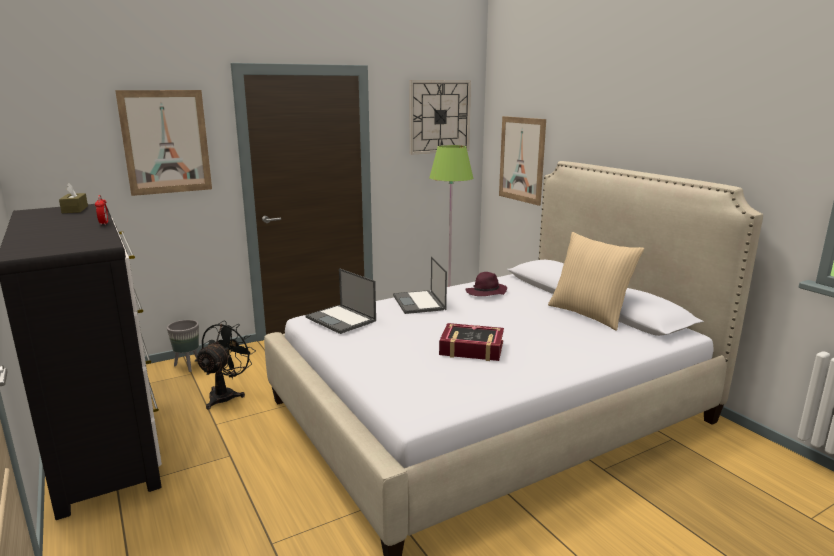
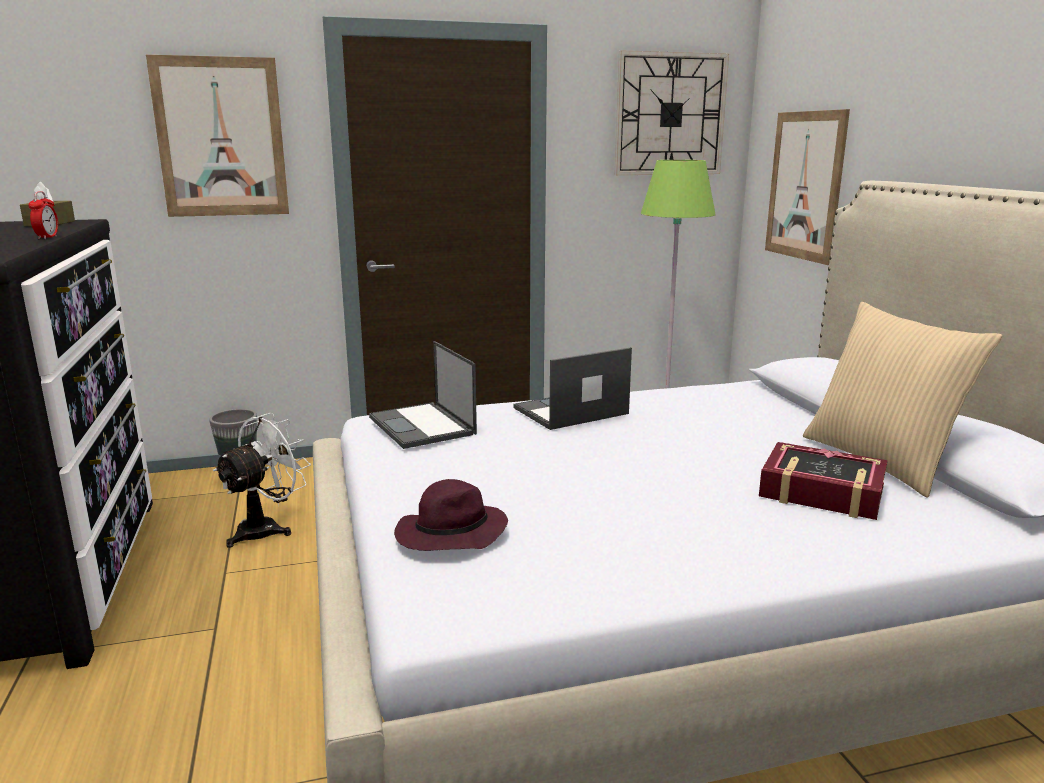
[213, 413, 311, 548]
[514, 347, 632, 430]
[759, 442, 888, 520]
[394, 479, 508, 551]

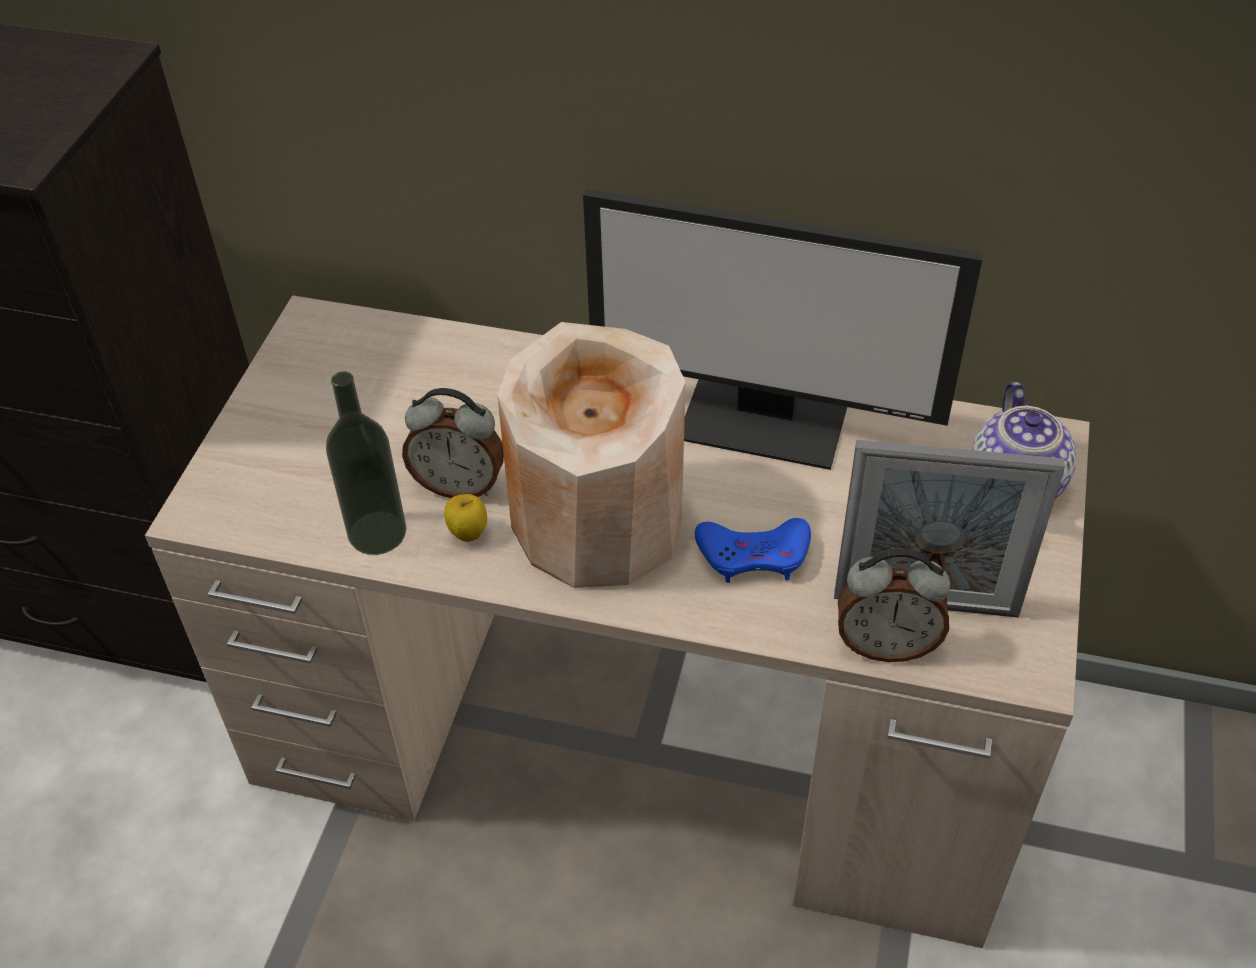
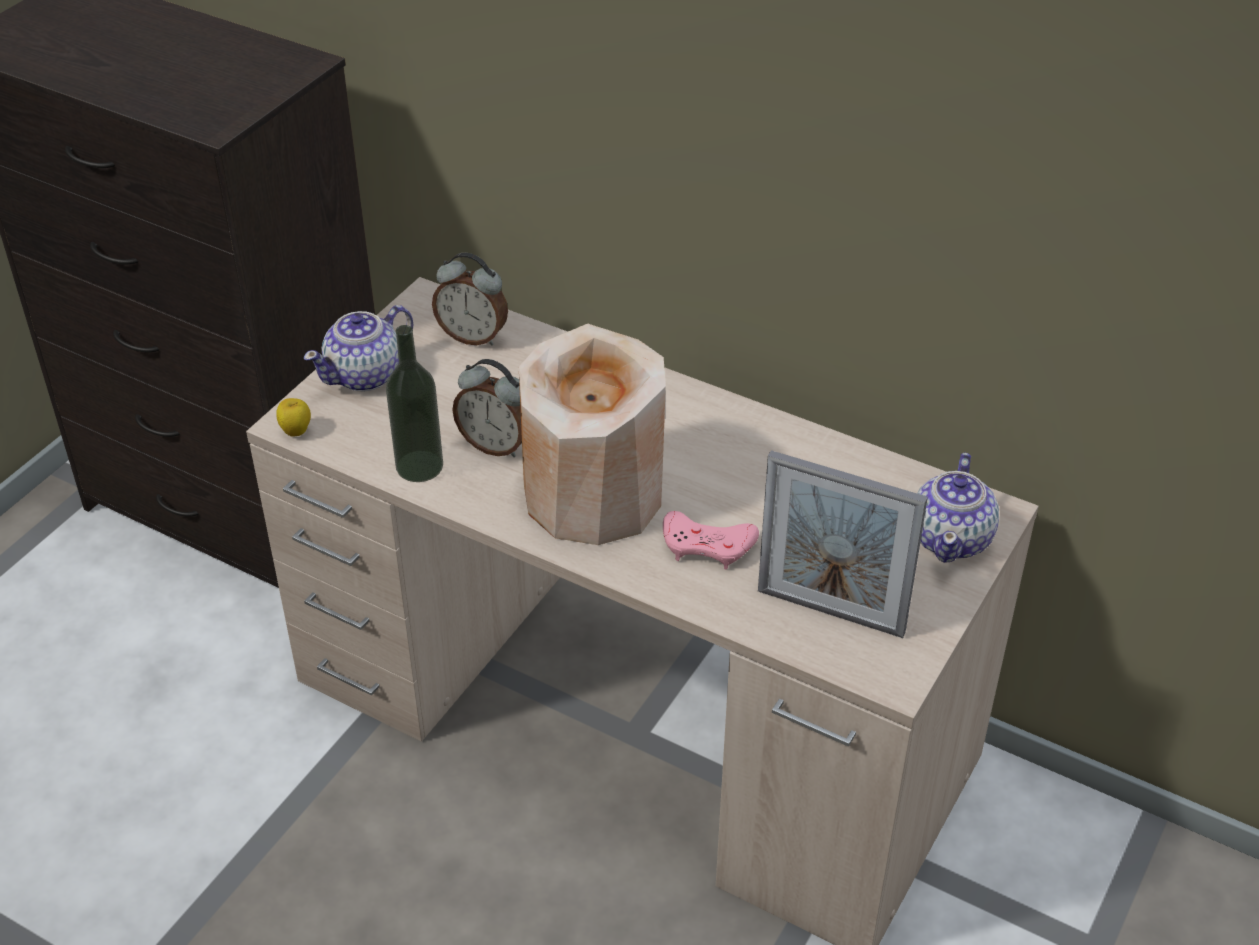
[276, 398, 311, 437]
[583, 189, 984, 470] (first image)
[663, 511, 759, 569]
[432, 253, 508, 346]
[304, 305, 413, 392]

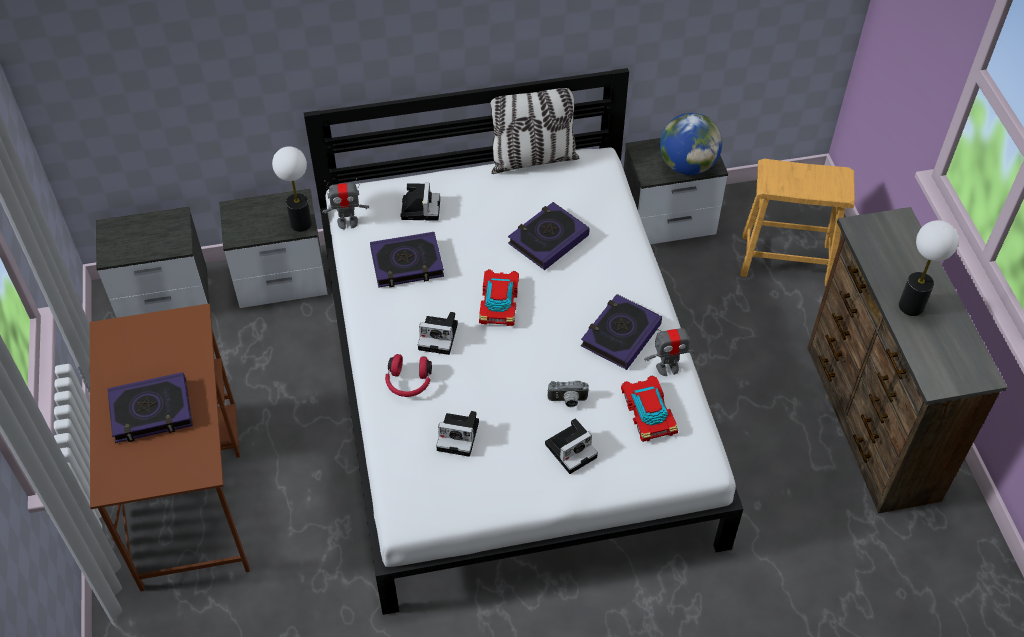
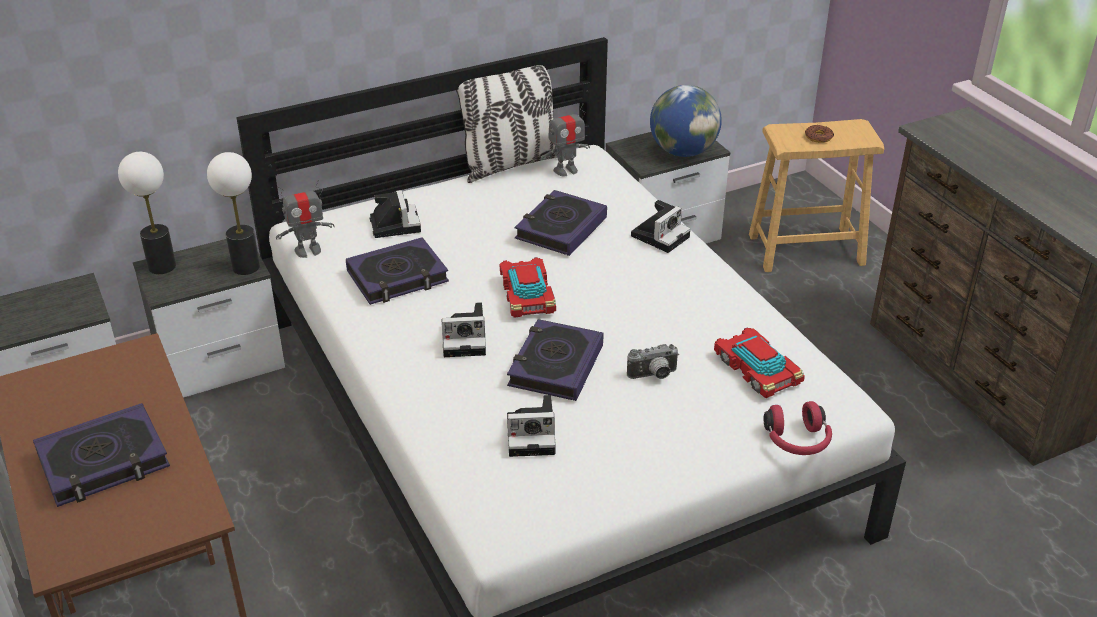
[764, 401, 832, 455]
[631, 200, 691, 253]
[507, 319, 603, 401]
[541, 103, 590, 176]
[118, 152, 176, 274]
[805, 125, 834, 143]

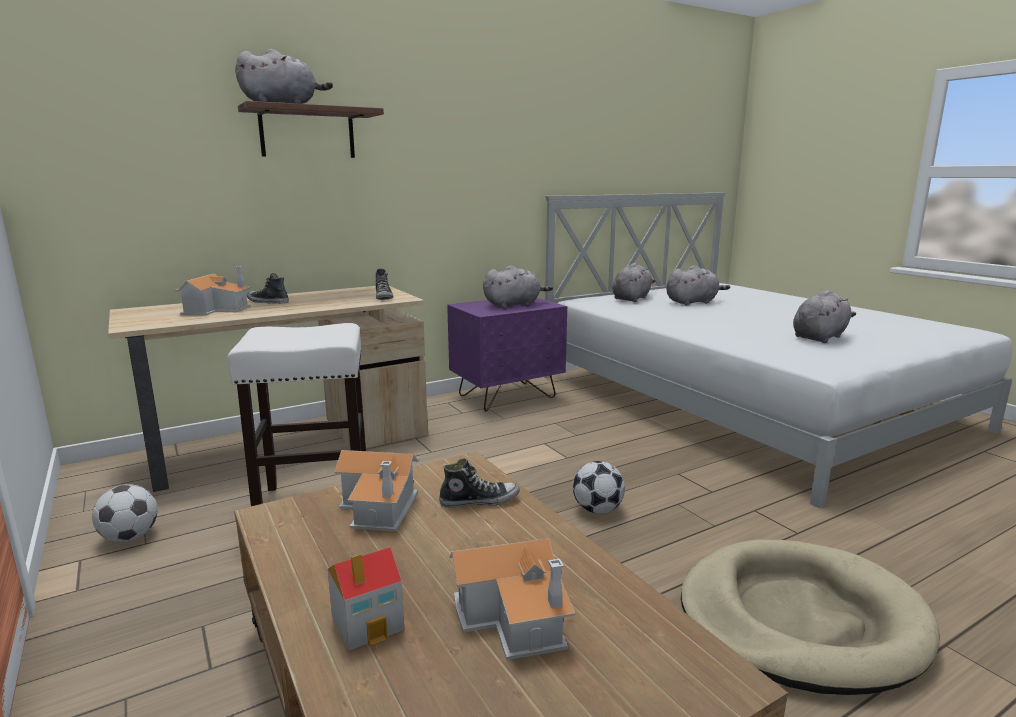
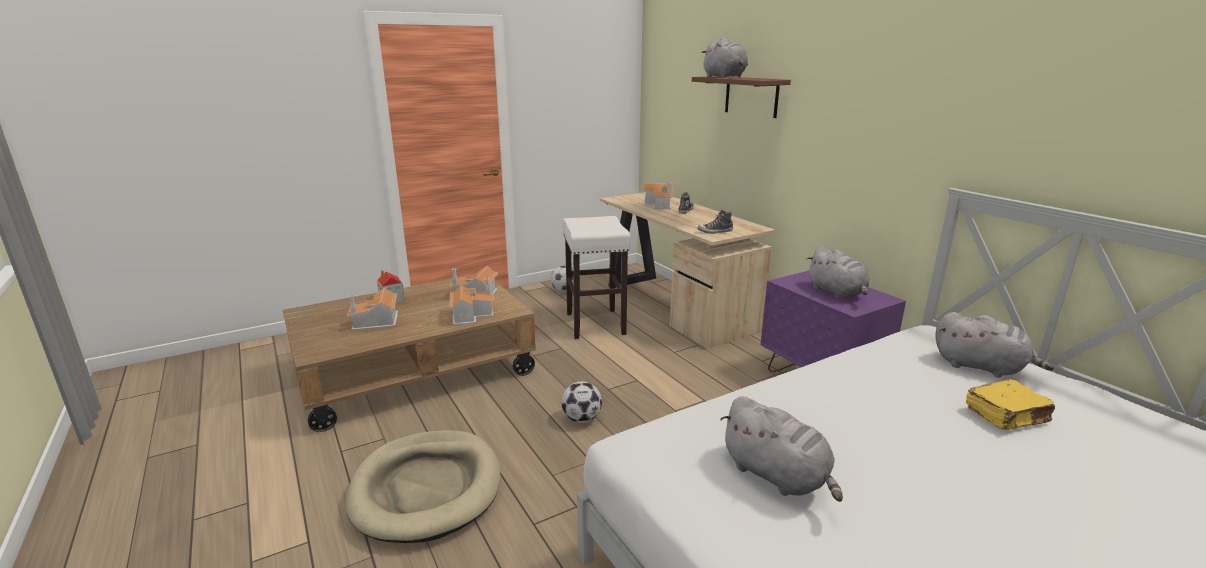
[450, 278, 494, 325]
[966, 379, 1055, 430]

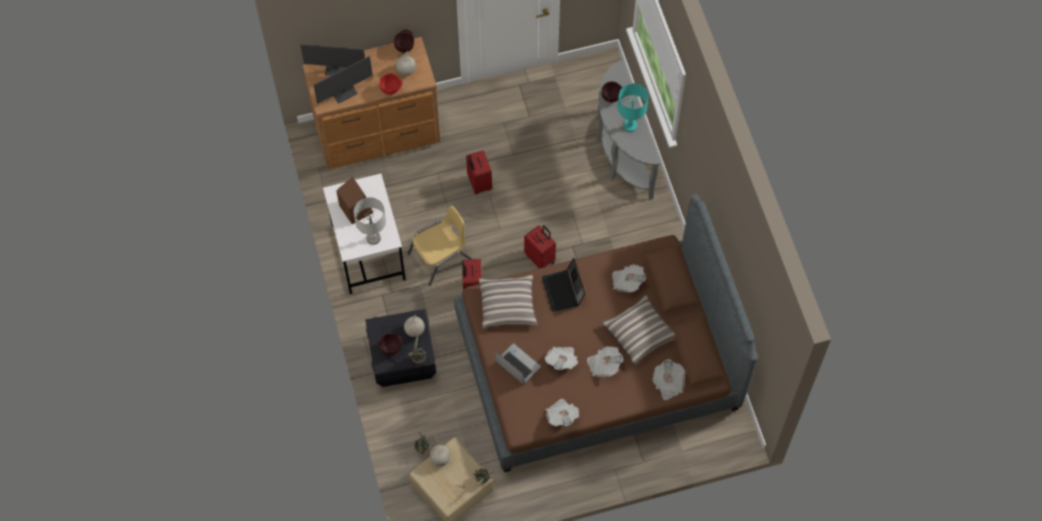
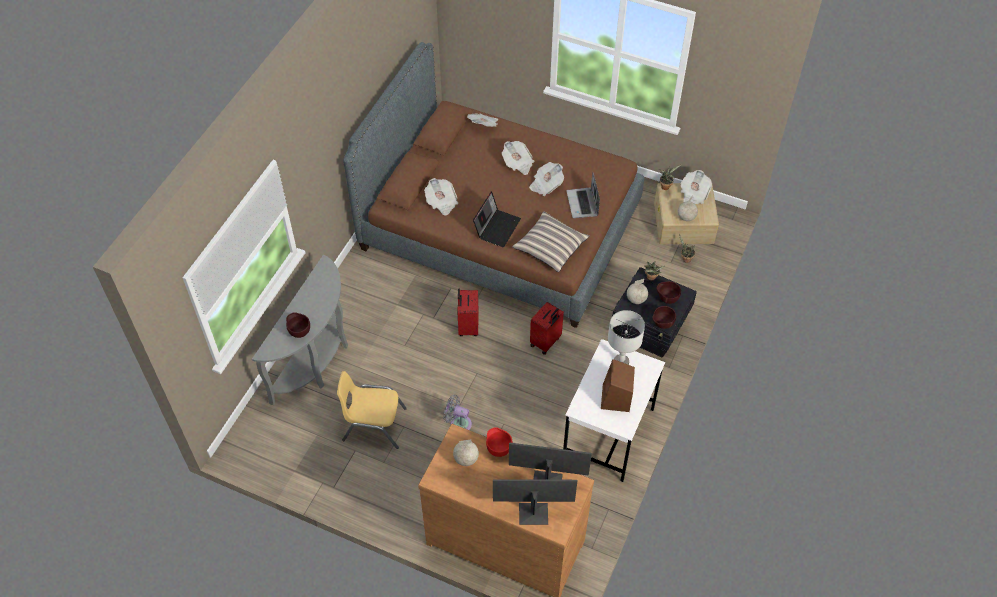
[493, 479, 577, 525]
[652, 306, 676, 329]
[337, 371, 407, 449]
[443, 395, 472, 430]
[680, 170, 712, 204]
[602, 295, 675, 365] (first image)
[618, 84, 649, 132] (first image)

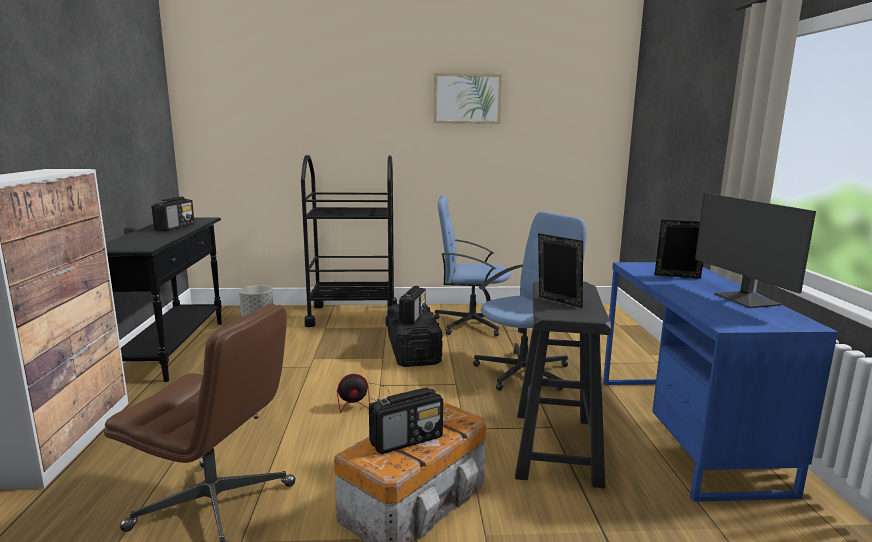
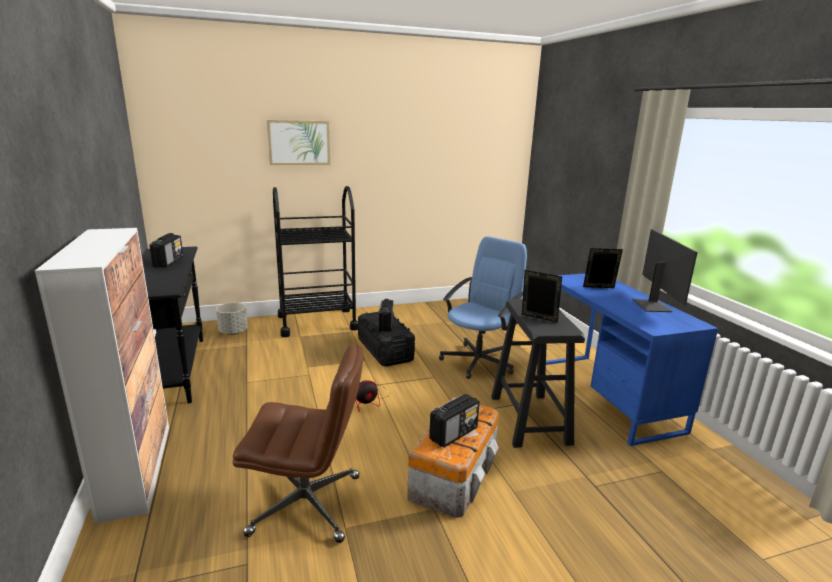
[267, 120, 330, 165]
[434, 195, 511, 336] (first image)
[633, 229, 698, 312]

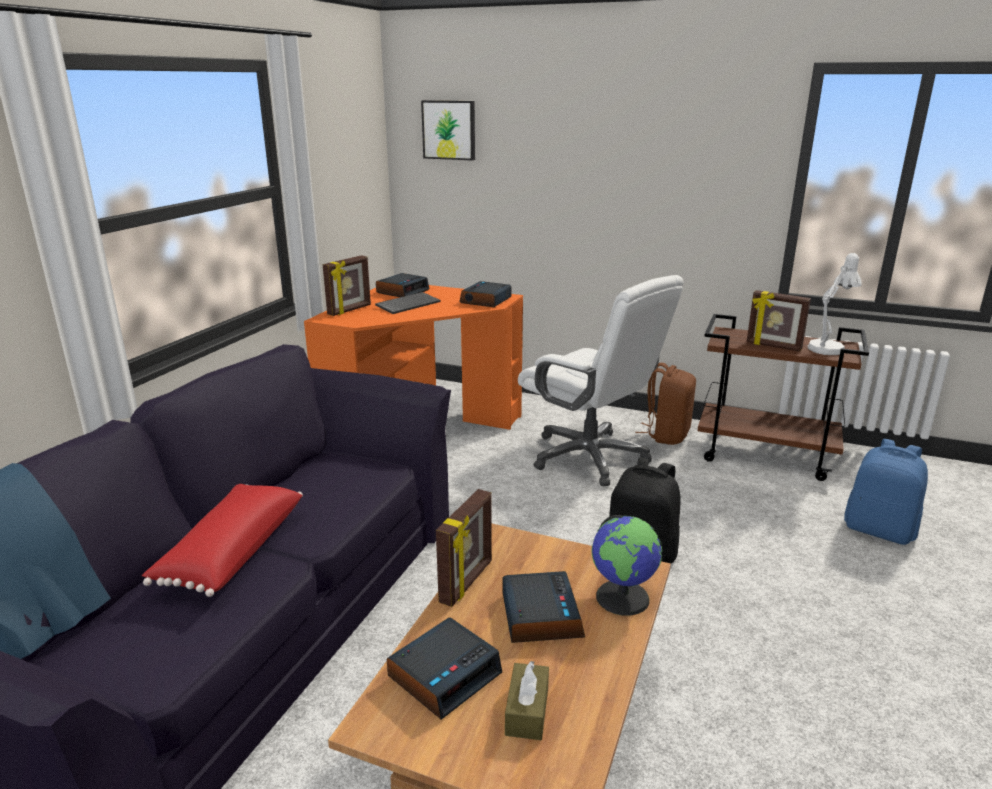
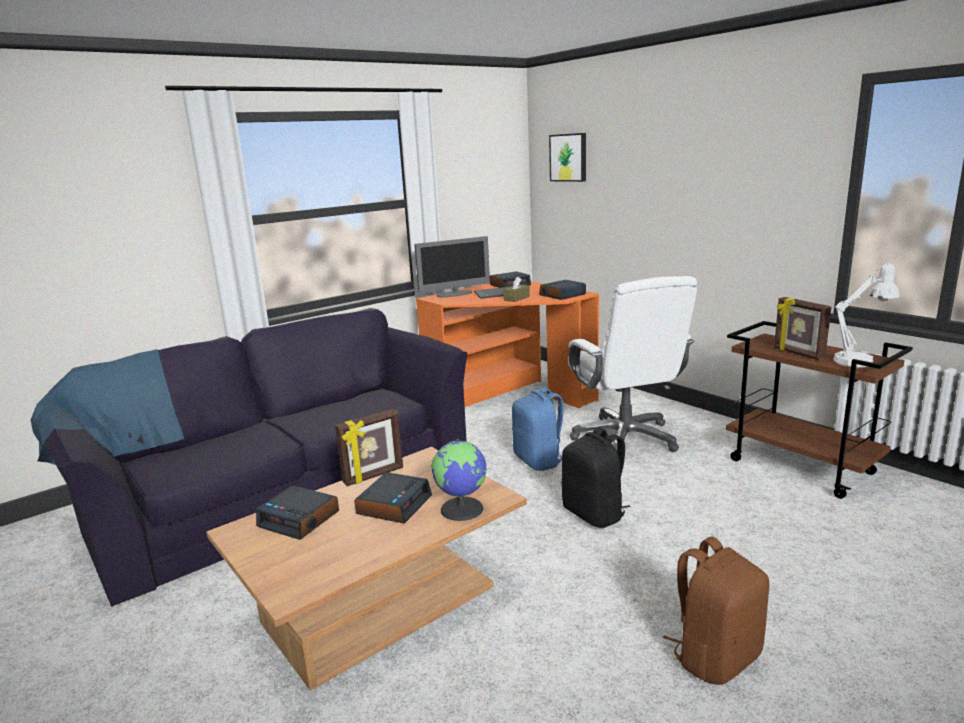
[142, 484, 303, 597] (first image)
[414, 236, 490, 297]
[256, 485, 339, 540]
[503, 277, 530, 302]
[663, 537, 770, 685]
[512, 387, 564, 471]

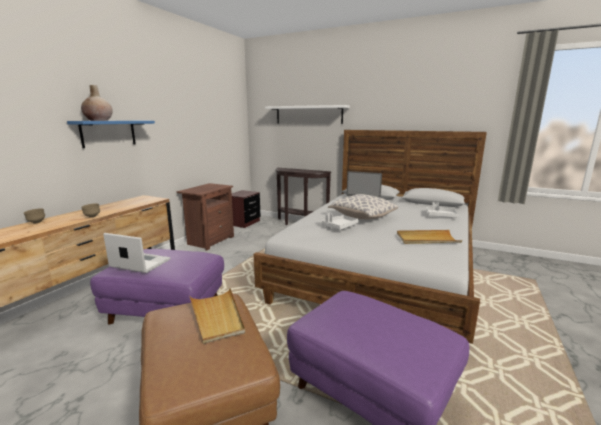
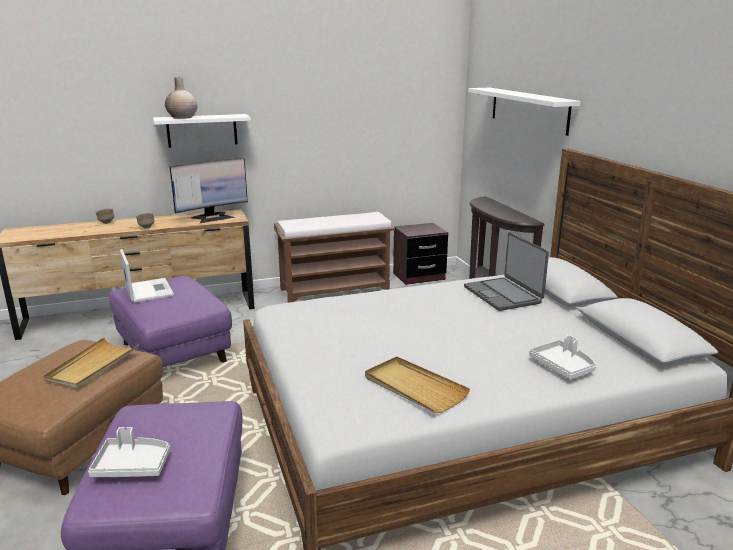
[153, 114, 251, 148]
[274, 212, 395, 303]
[88, 427, 170, 477]
[328, 194, 398, 219] (first image)
[170, 158, 248, 224]

